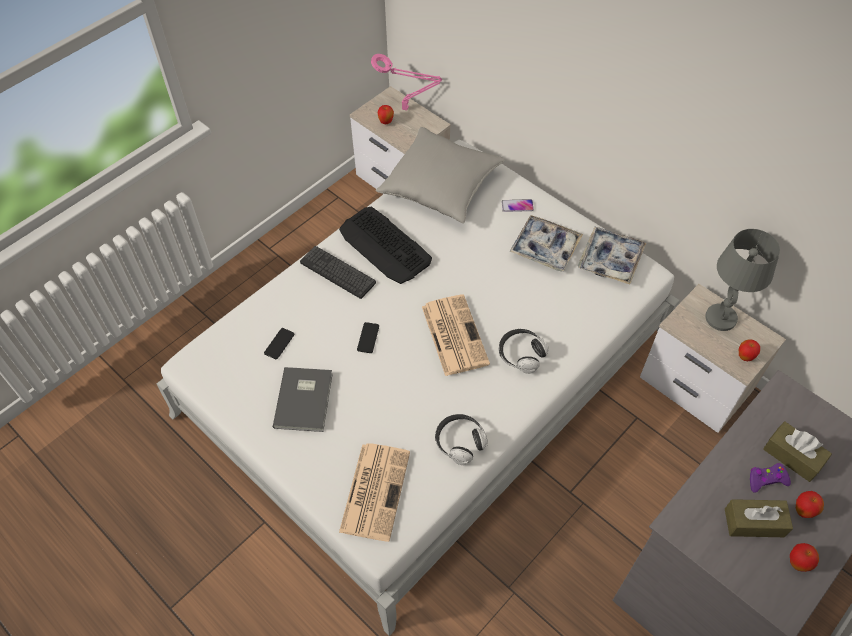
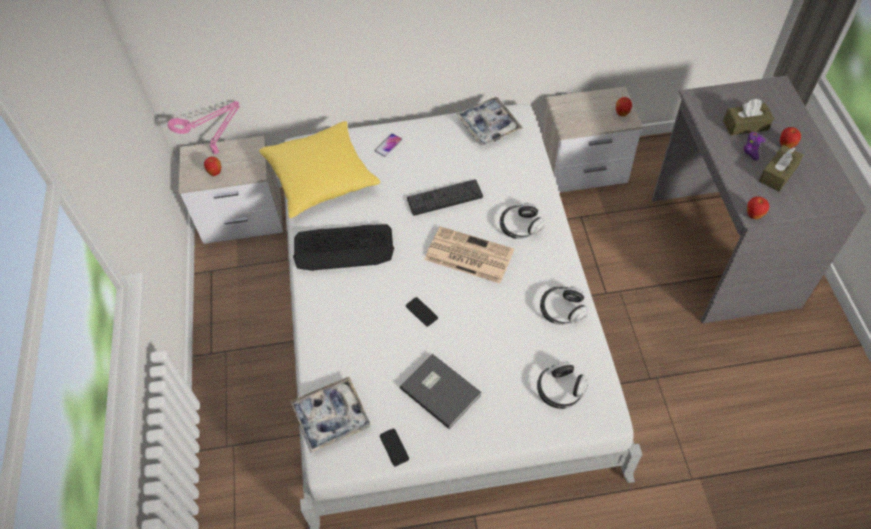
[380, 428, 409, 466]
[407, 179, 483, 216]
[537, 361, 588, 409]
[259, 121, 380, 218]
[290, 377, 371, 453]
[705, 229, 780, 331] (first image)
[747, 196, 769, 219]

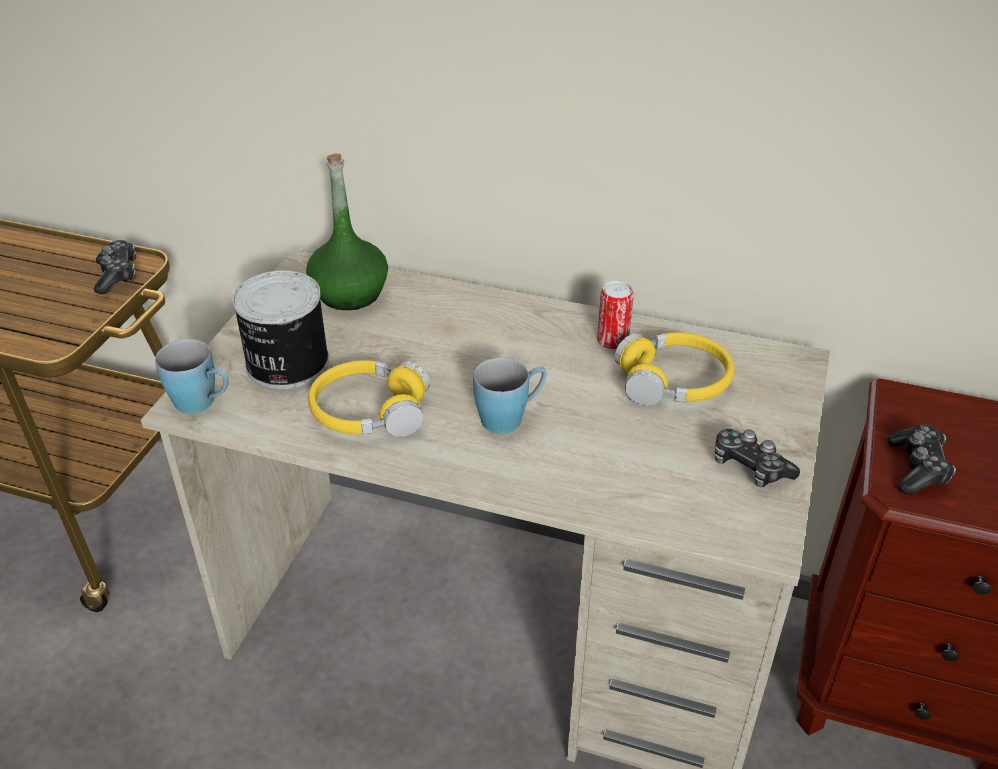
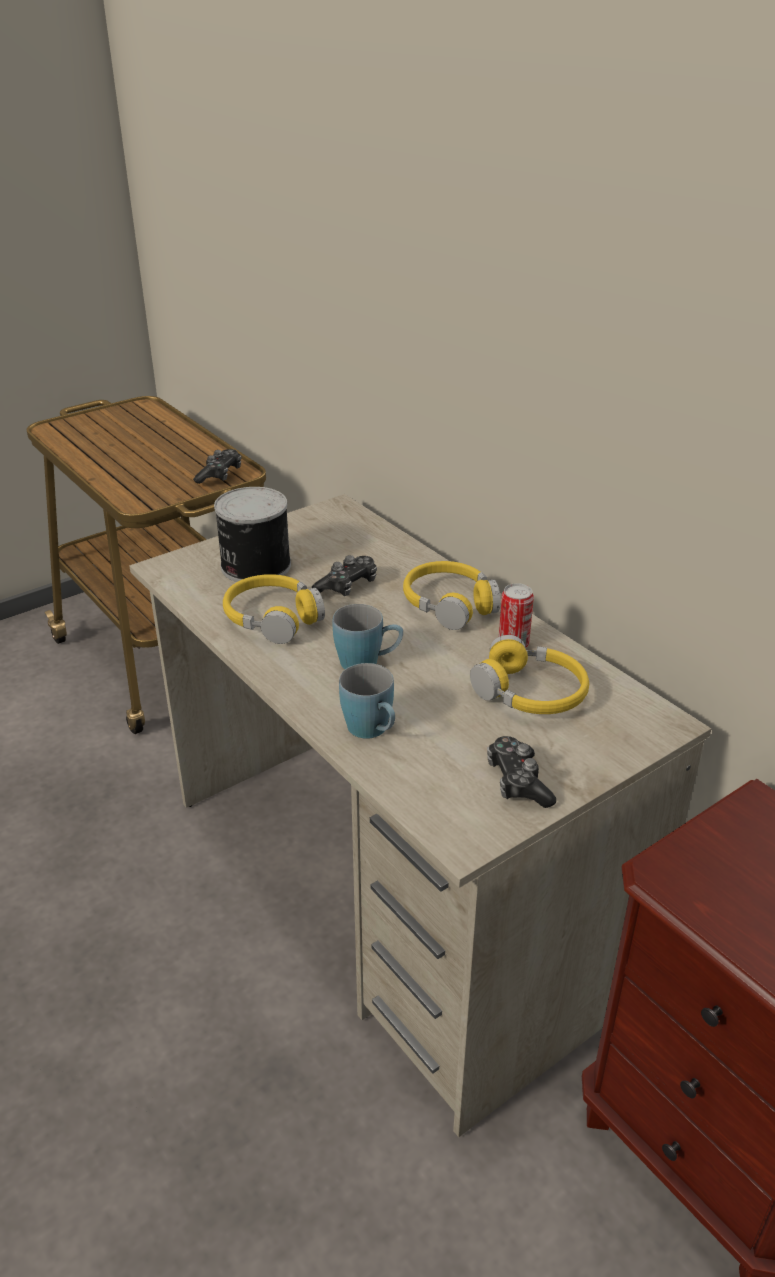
[339, 663, 395, 739]
[306, 154, 388, 310] (first image)
[312, 555, 377, 596]
[403, 561, 500, 630]

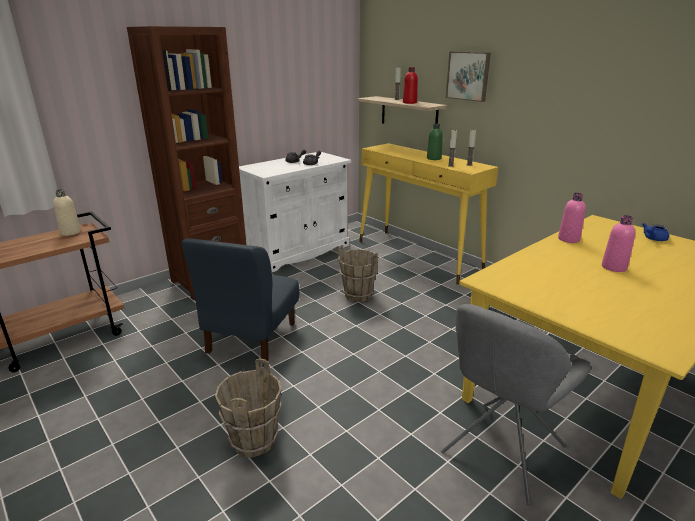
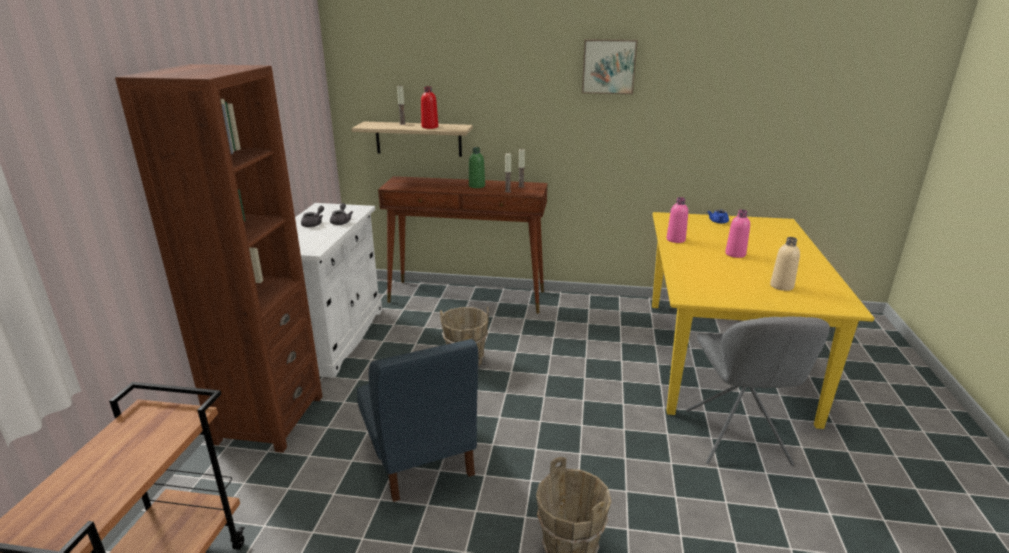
[770, 237, 800, 291]
[378, 176, 547, 314]
[582, 39, 638, 94]

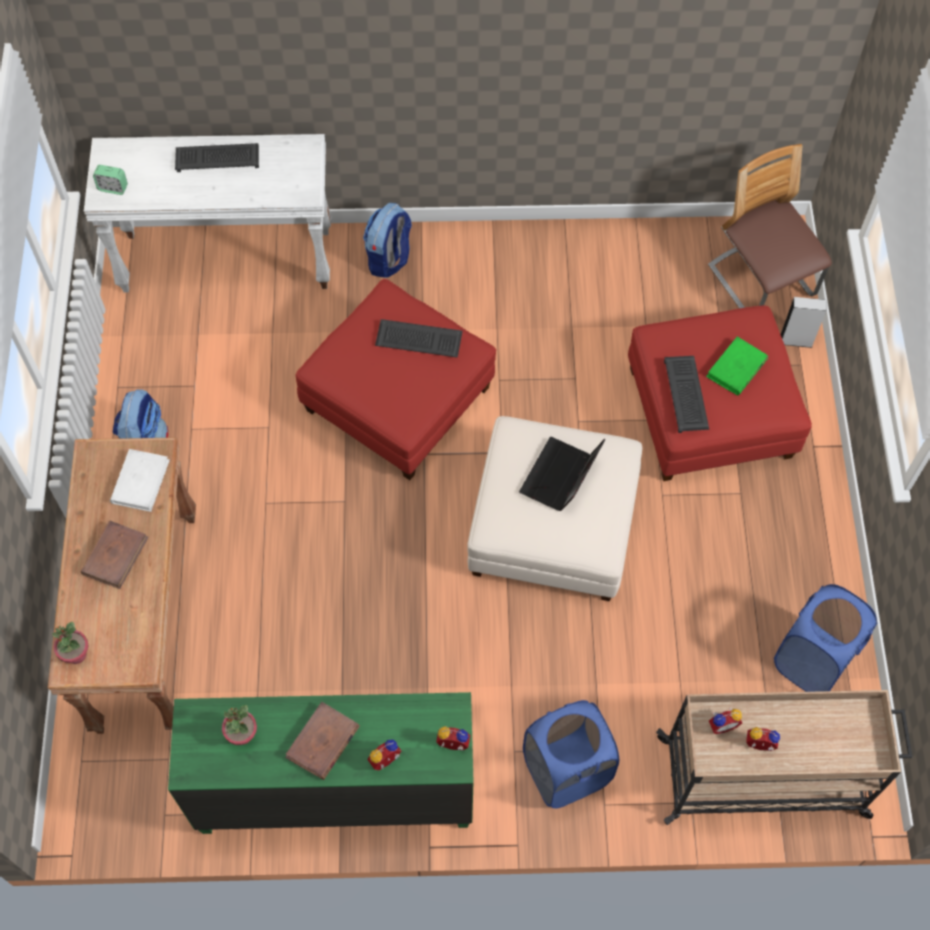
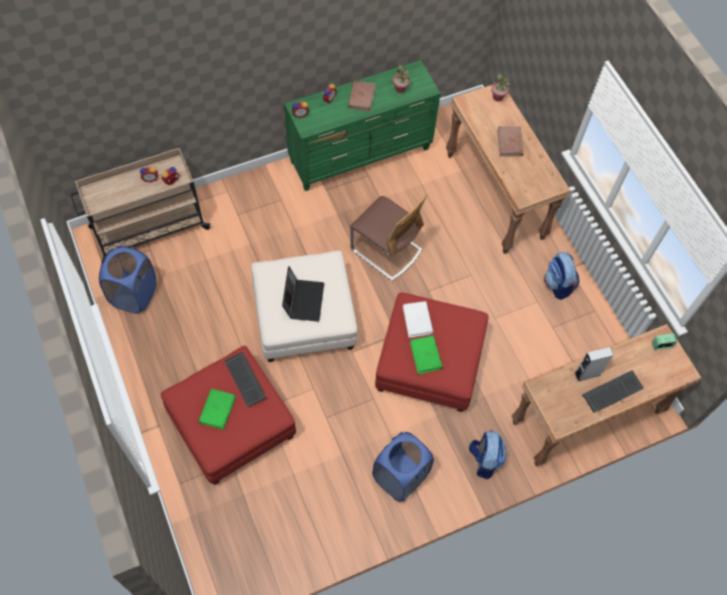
[511, 324, 702, 467]
[403, 301, 433, 338]
[410, 336, 443, 374]
[372, 432, 434, 502]
[350, 194, 428, 281]
[575, 347, 614, 381]

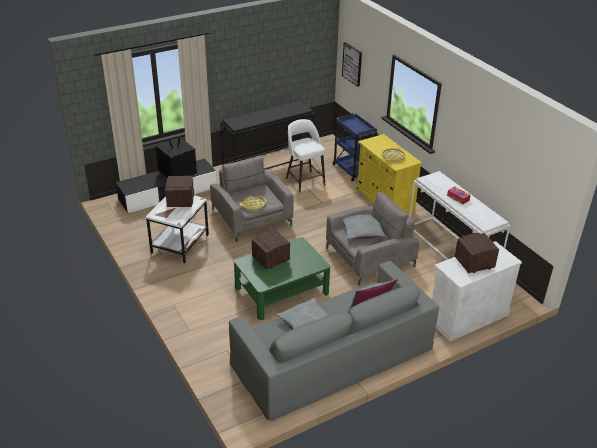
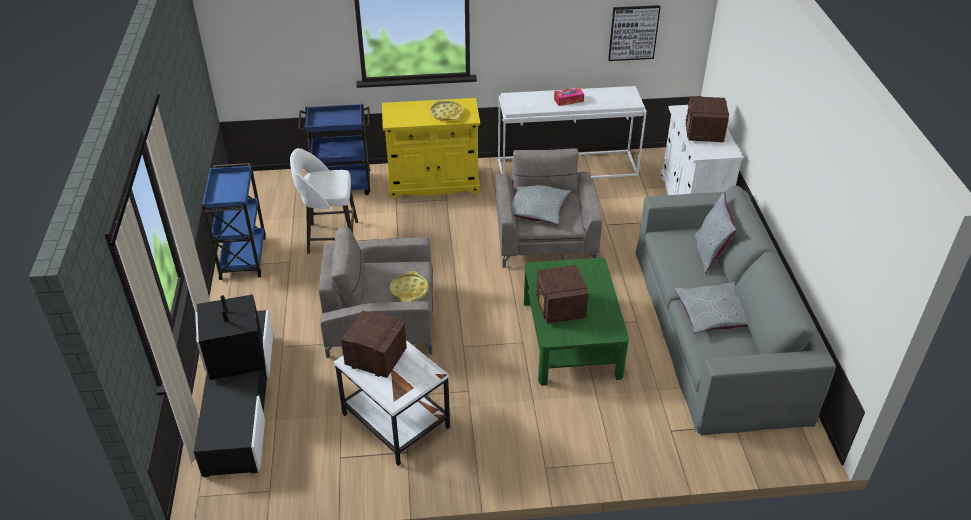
[201, 163, 266, 280]
[608, 5, 661, 61]

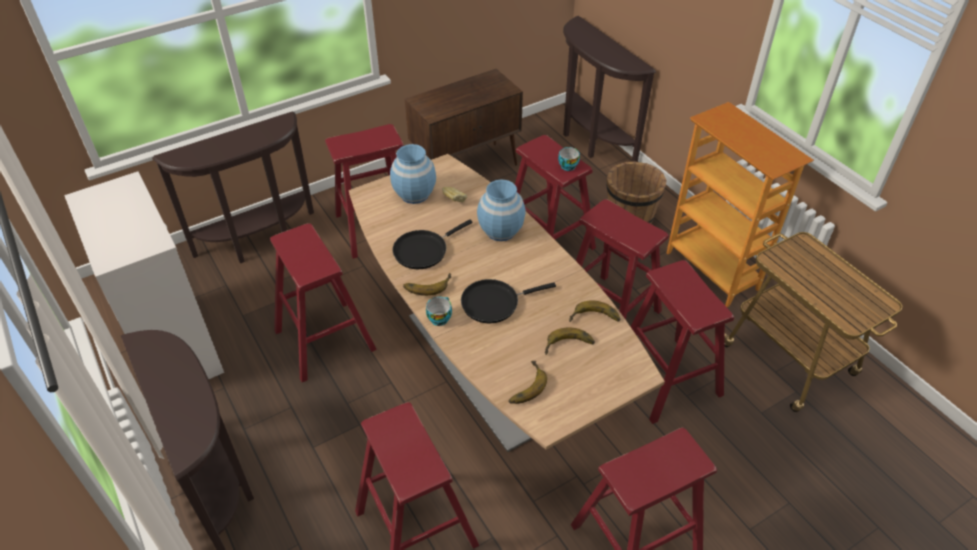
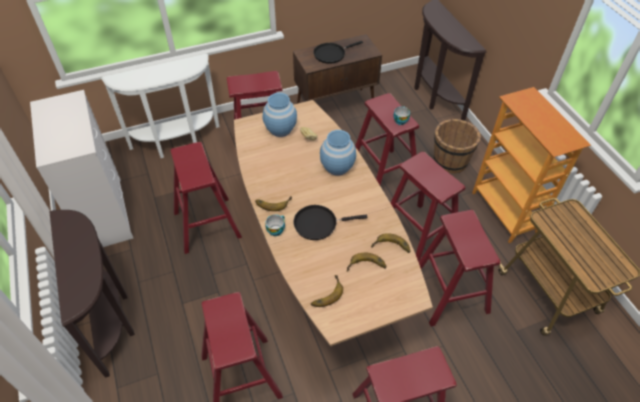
[101, 54, 219, 158]
[314, 41, 363, 64]

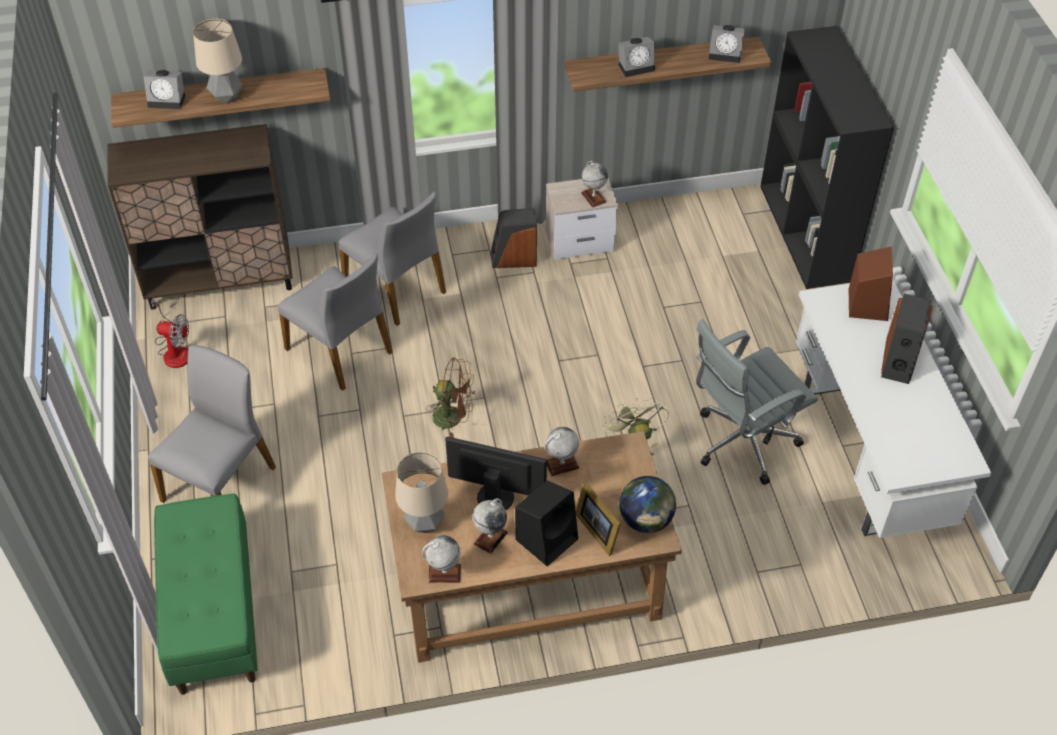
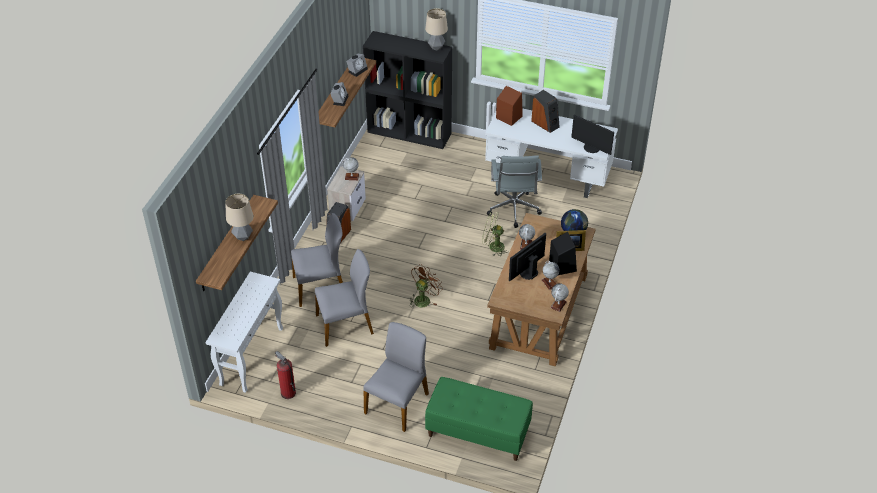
[205, 272, 283, 393]
[143, 70, 186, 109] (first image)
[363, 322, 429, 432]
[275, 351, 296, 399]
[425, 8, 448, 50]
[571, 115, 614, 155]

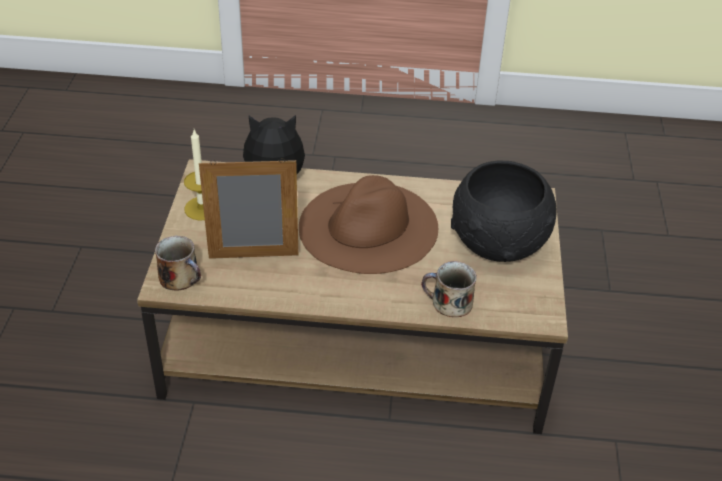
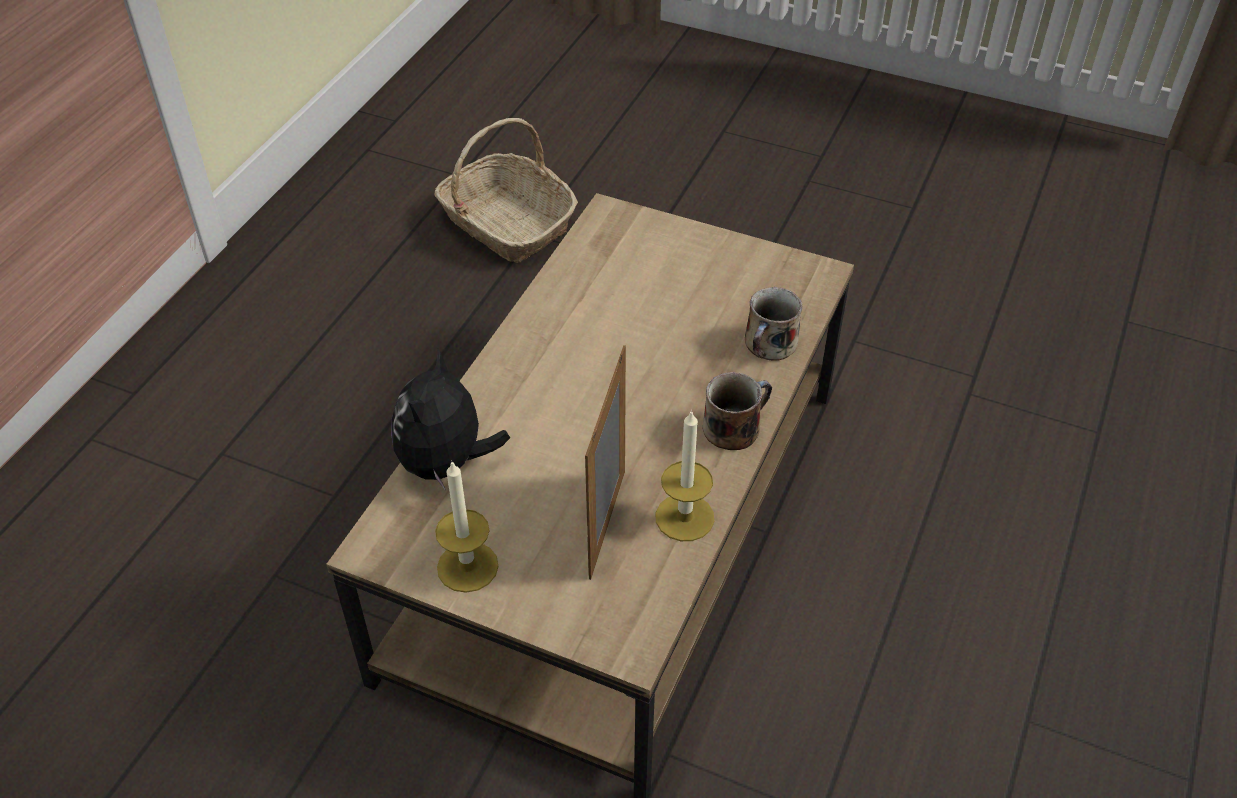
[703, 372, 772, 450]
[299, 175, 438, 274] (first image)
[451, 161, 557, 262] (first image)
[434, 118, 578, 263]
[655, 410, 714, 541]

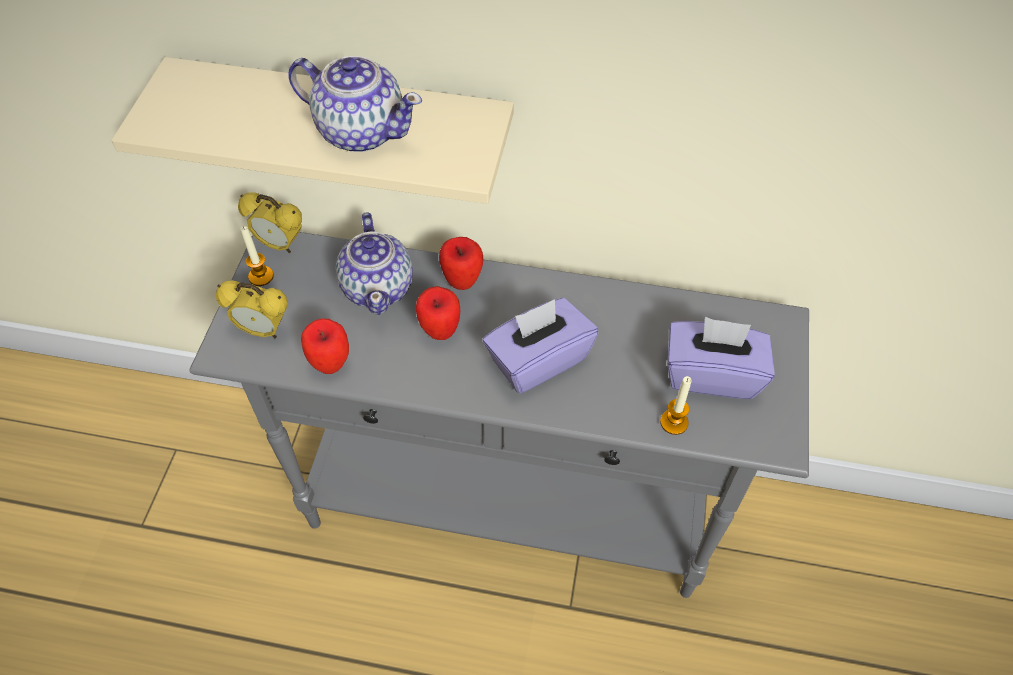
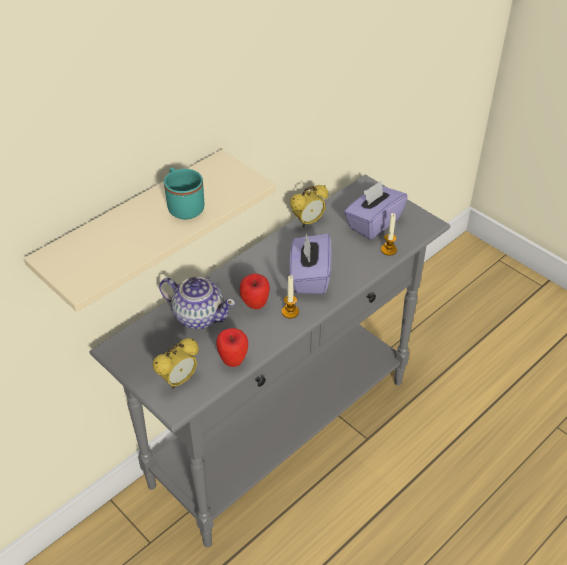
[290, 185, 328, 227]
[282, 275, 299, 318]
[164, 168, 204, 219]
[439, 237, 483, 290] (first image)

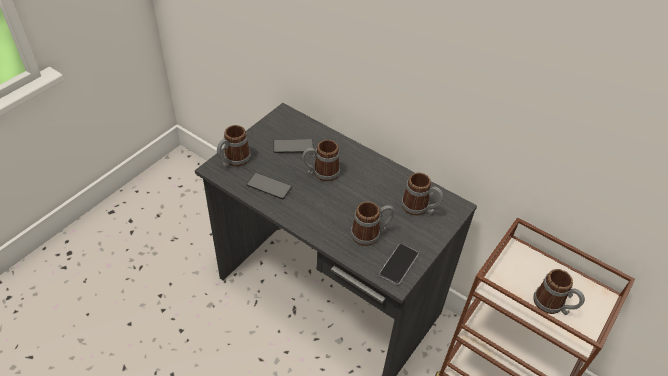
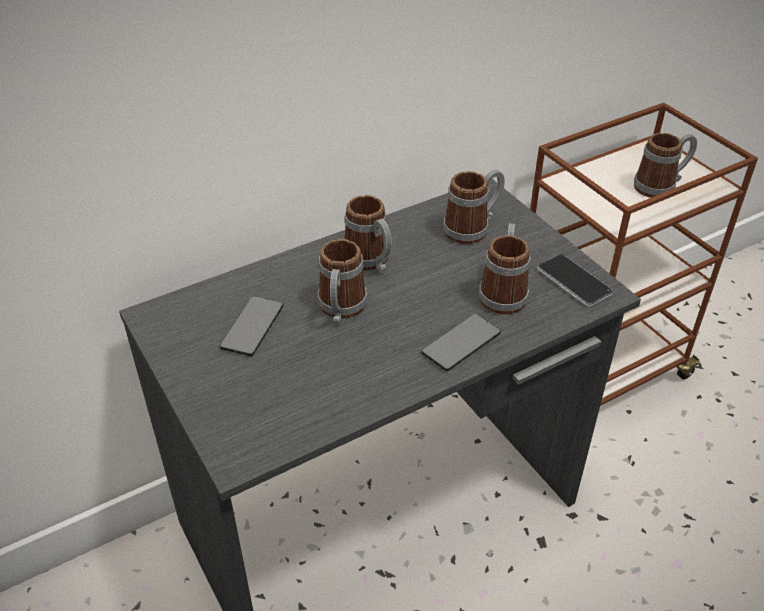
[345, 195, 392, 272]
[421, 314, 501, 371]

